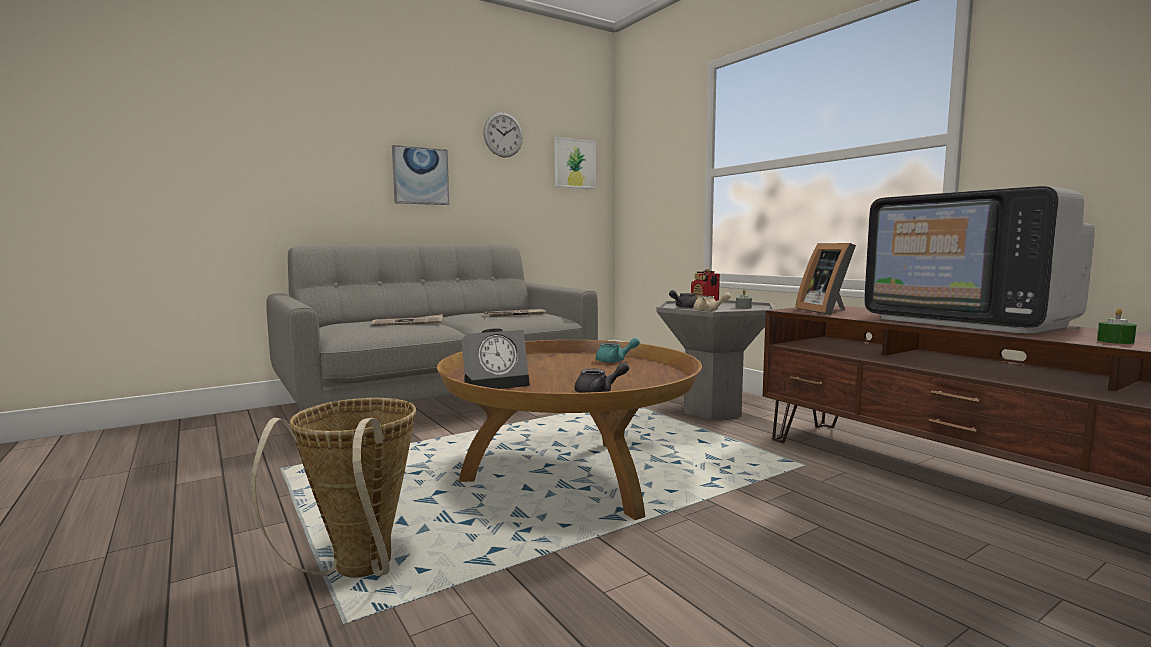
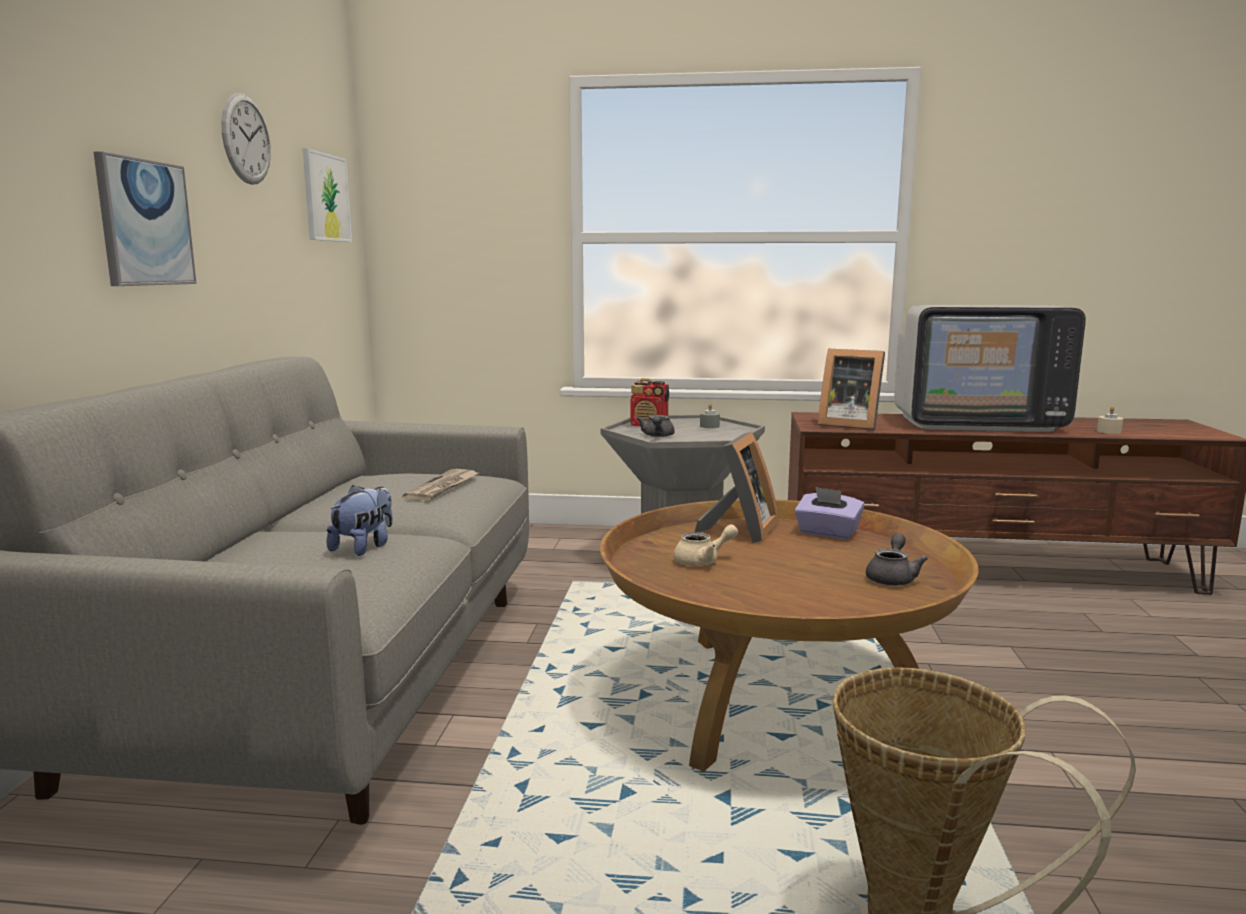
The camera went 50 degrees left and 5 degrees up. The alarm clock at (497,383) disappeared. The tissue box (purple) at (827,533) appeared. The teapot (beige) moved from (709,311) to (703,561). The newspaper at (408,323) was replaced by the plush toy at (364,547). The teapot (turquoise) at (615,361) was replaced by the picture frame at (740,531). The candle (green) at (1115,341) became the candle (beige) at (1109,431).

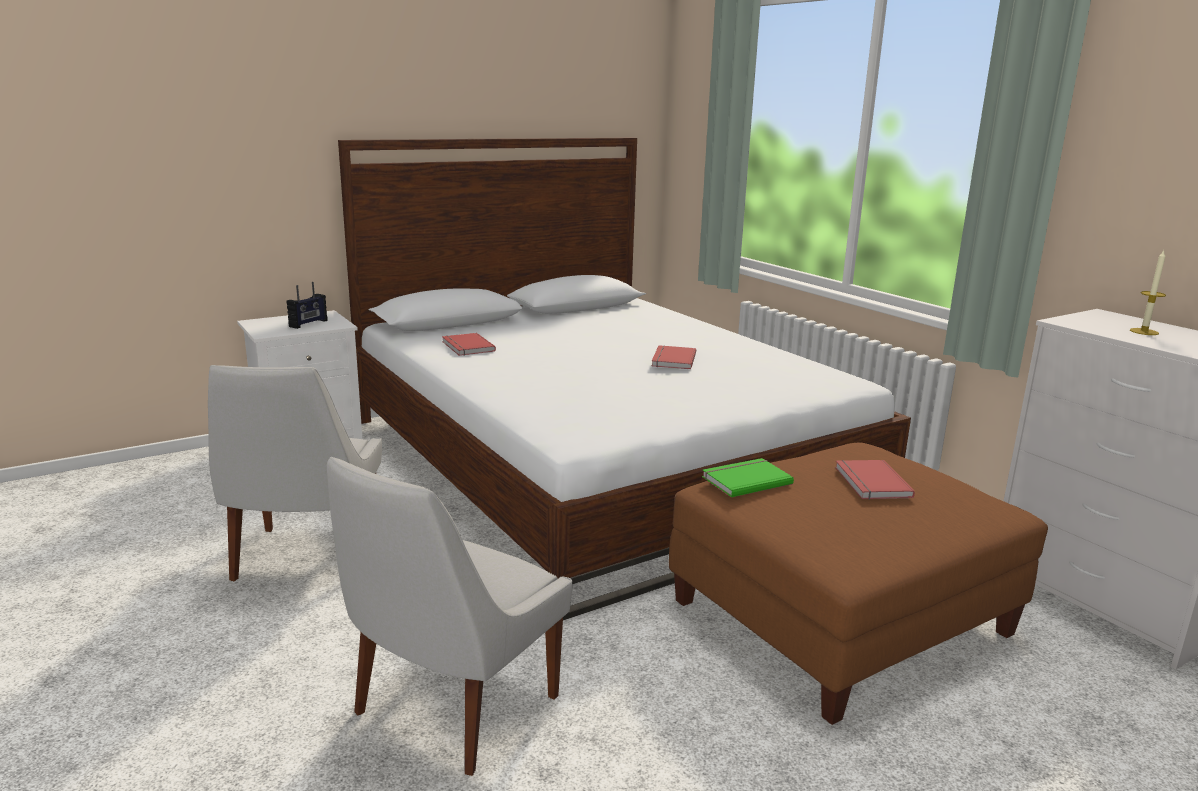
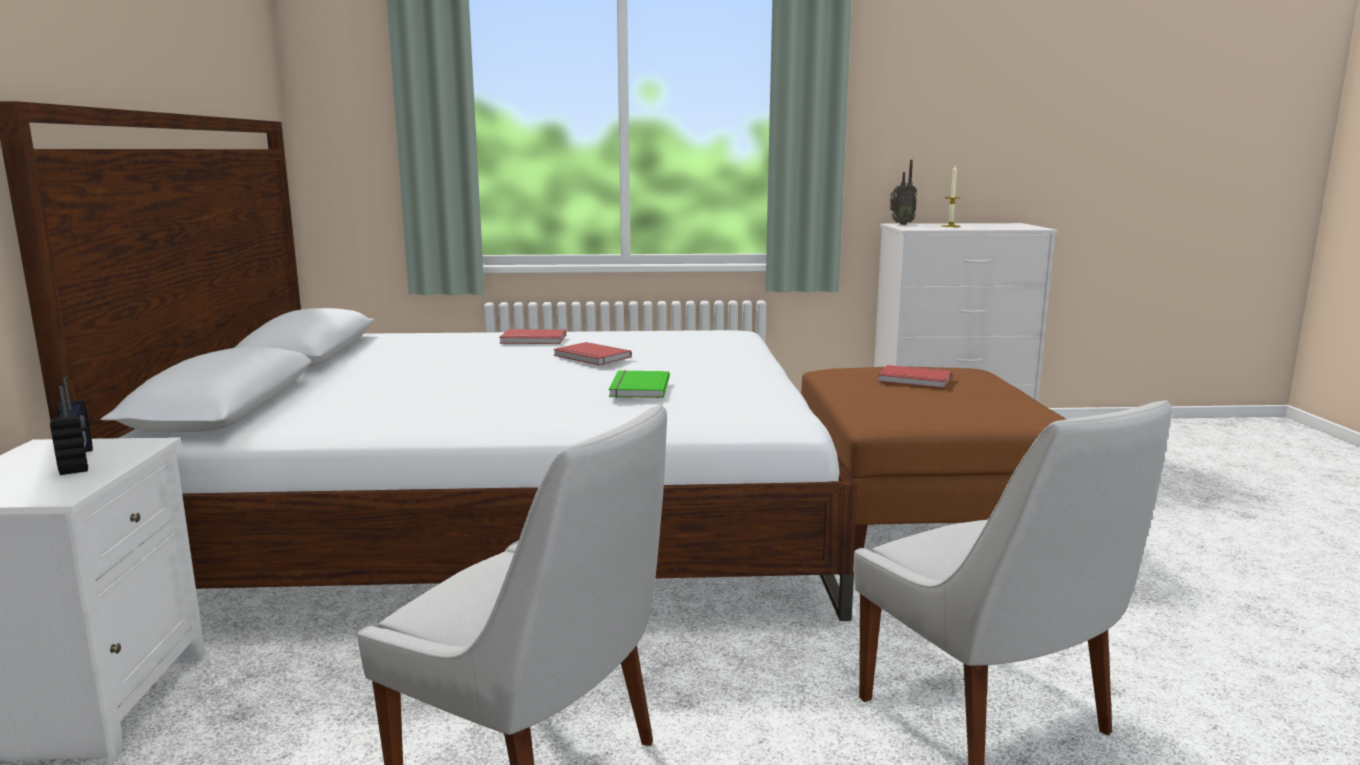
The camera went 60 degrees left and 5 degrees down. The radio at (900,224) appeared. The book (red) moved from (466,347) to (533,340). The book (green) moved from (745,480) to (637,388).

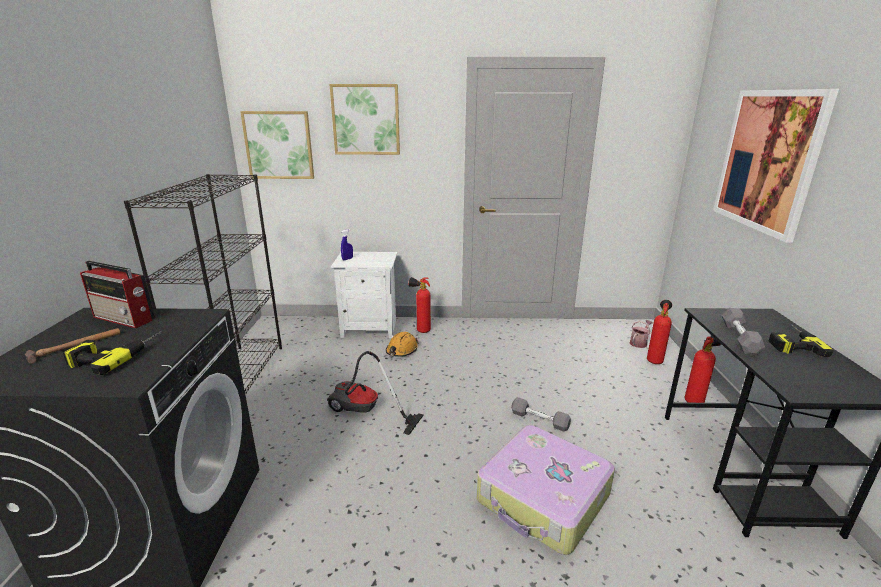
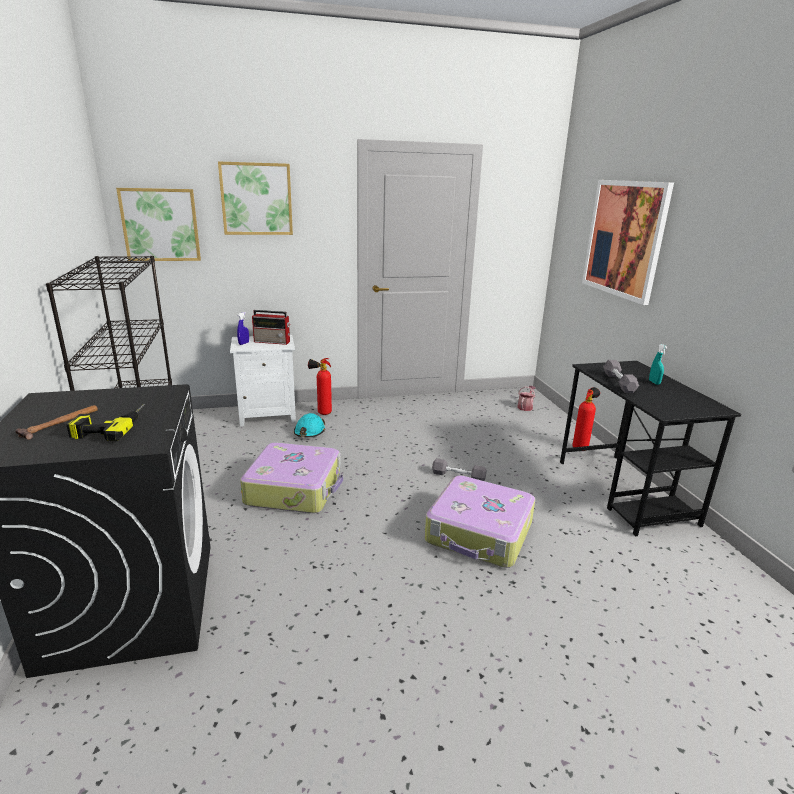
The camera went 15 degrees left and 0 degrees up. The fire extinguisher at (654,360) disappeared. The radio moved from (125,319) to (273,341). The vacuum cleaner at (365,413) was replaced by the suitcase at (295,489). The power drill at (790,342) was replaced by the spray bottle (turquoise) at (654,382). The hard hat (orange) at (401,350) became the hard hat (turquoise) at (309,432).

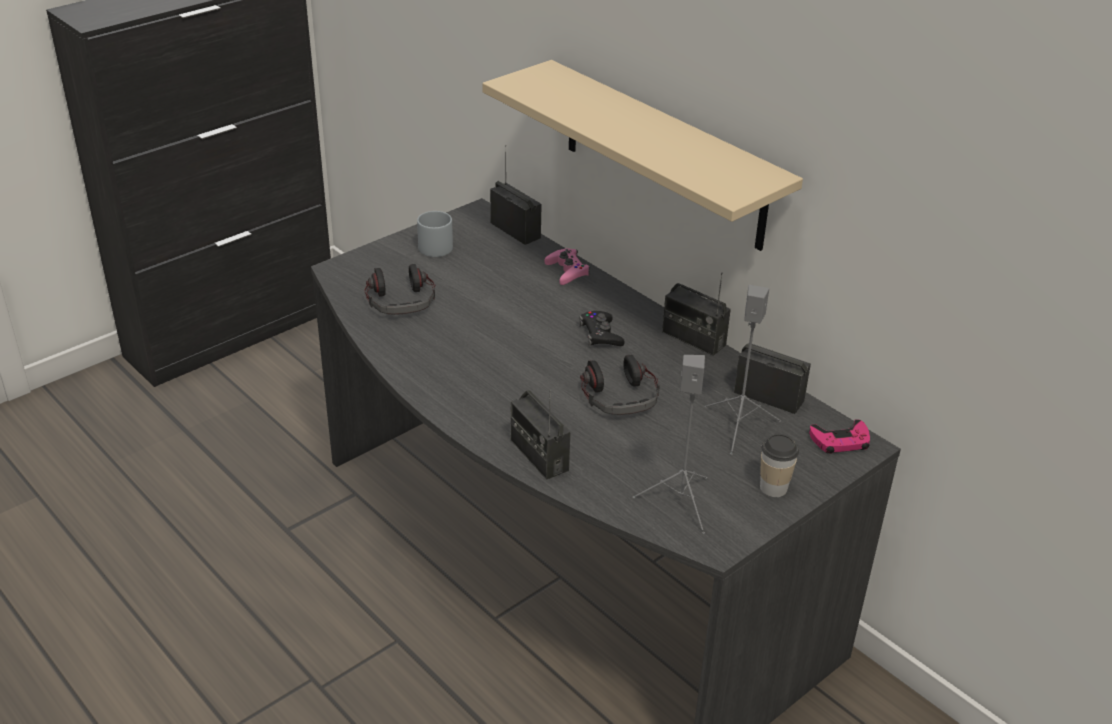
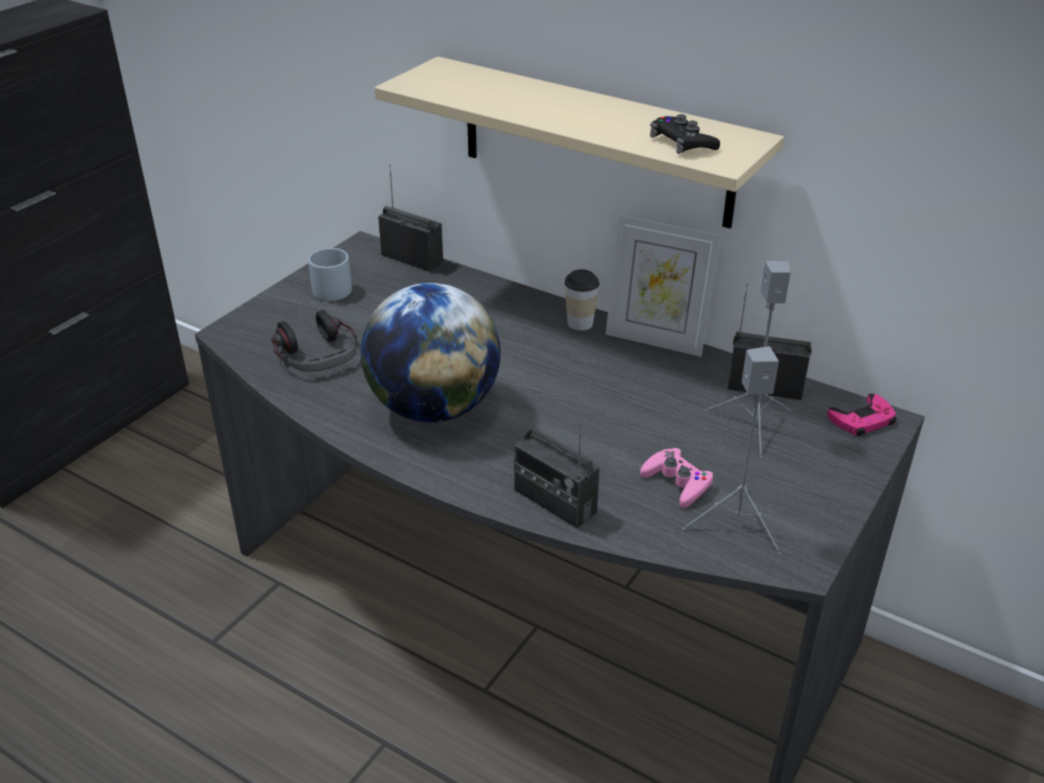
The camera went 15 degrees left and 0 degrees up. The headphones at (620,396) disappeared. The globe at (433,408) appeared. The game controller (pink) moved from (567,271) to (677,482). The game controller (black) moved from (600,334) to (682,143). The cup moved from (773,487) to (580,323). The radio at (693,339) was replaced by the picture frame at (655,340).

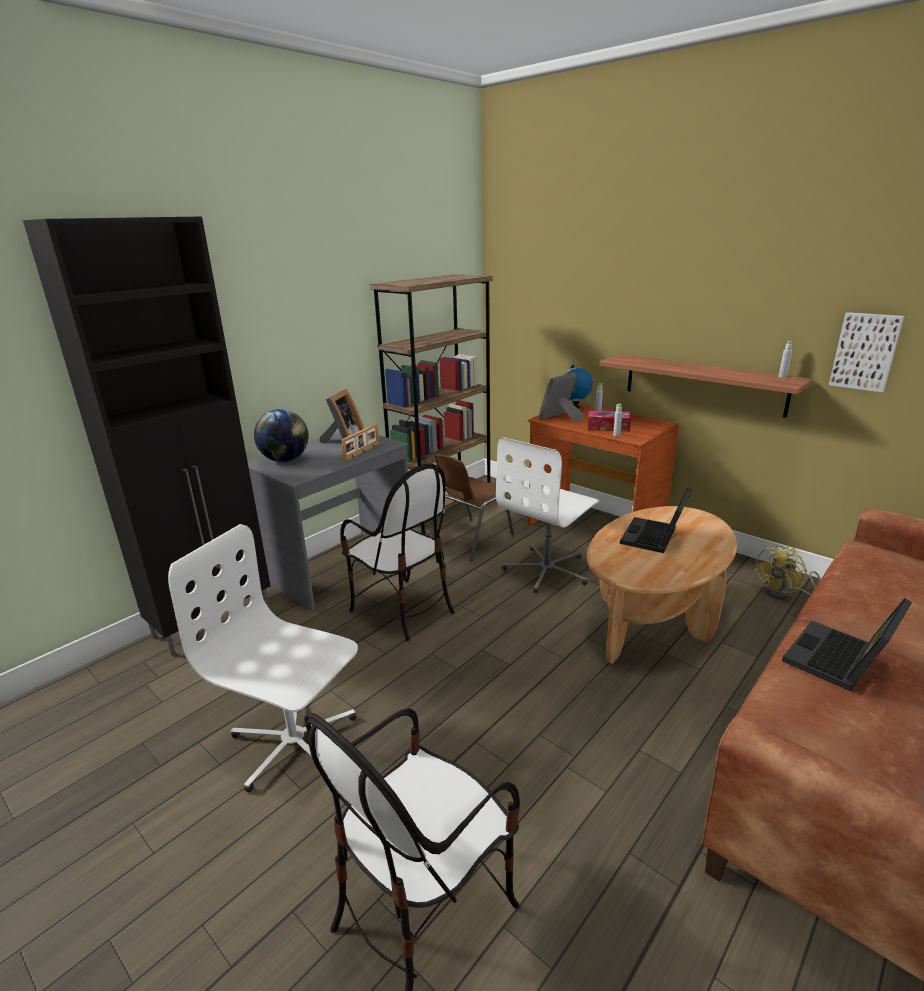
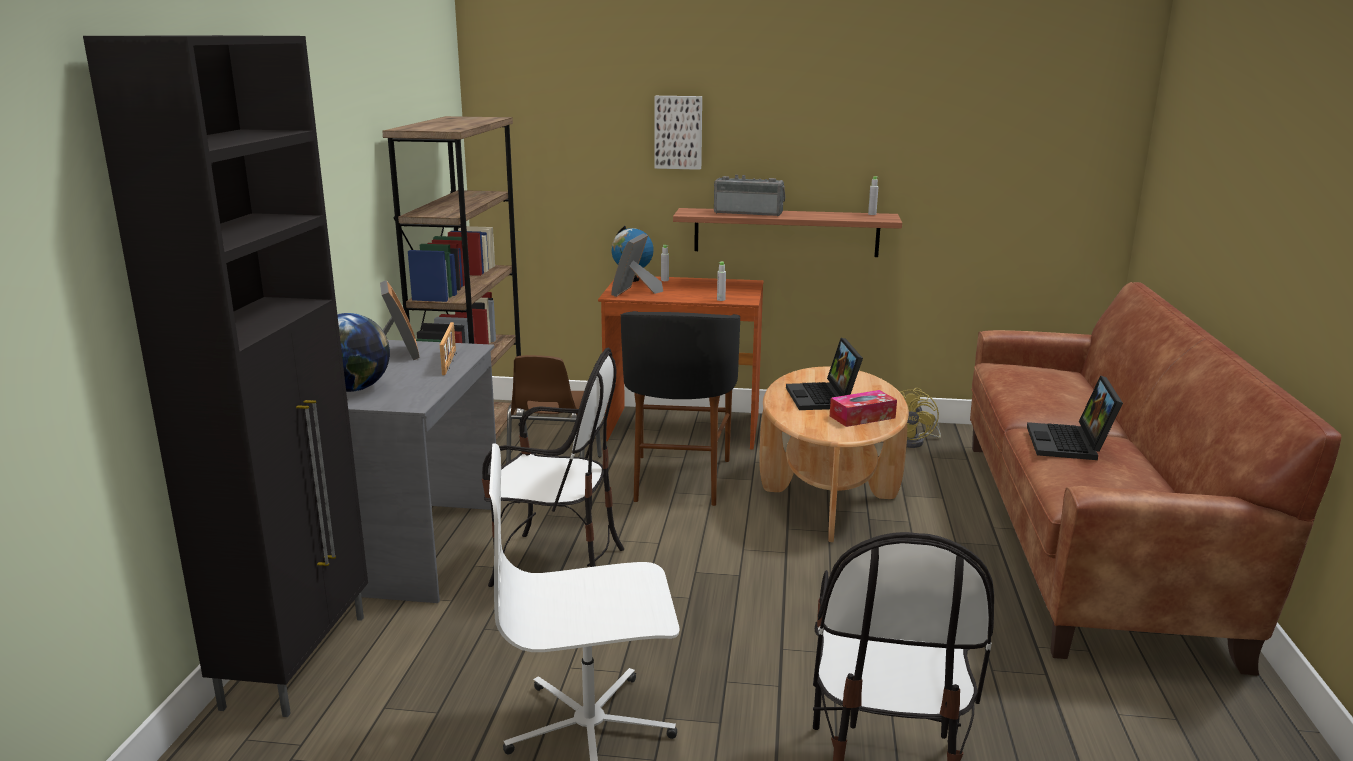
The camera went 35 degrees left and 5 degrees down. The radio at (749,212) appeared. The tissue box moved from (608,427) to (862,417). The picture moved from (865,351) to (678,132). The office chair (white) at (548,570) was replaced by the stool (black) at (679,480).

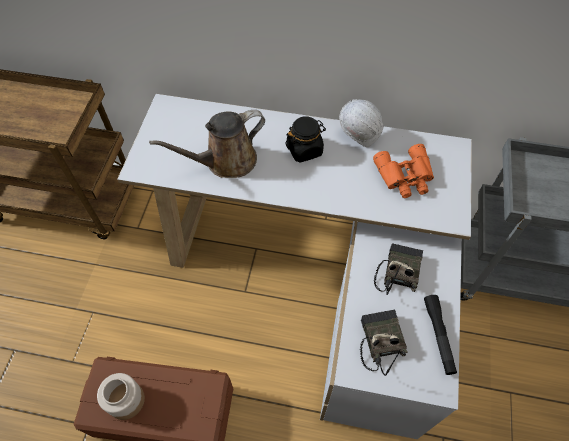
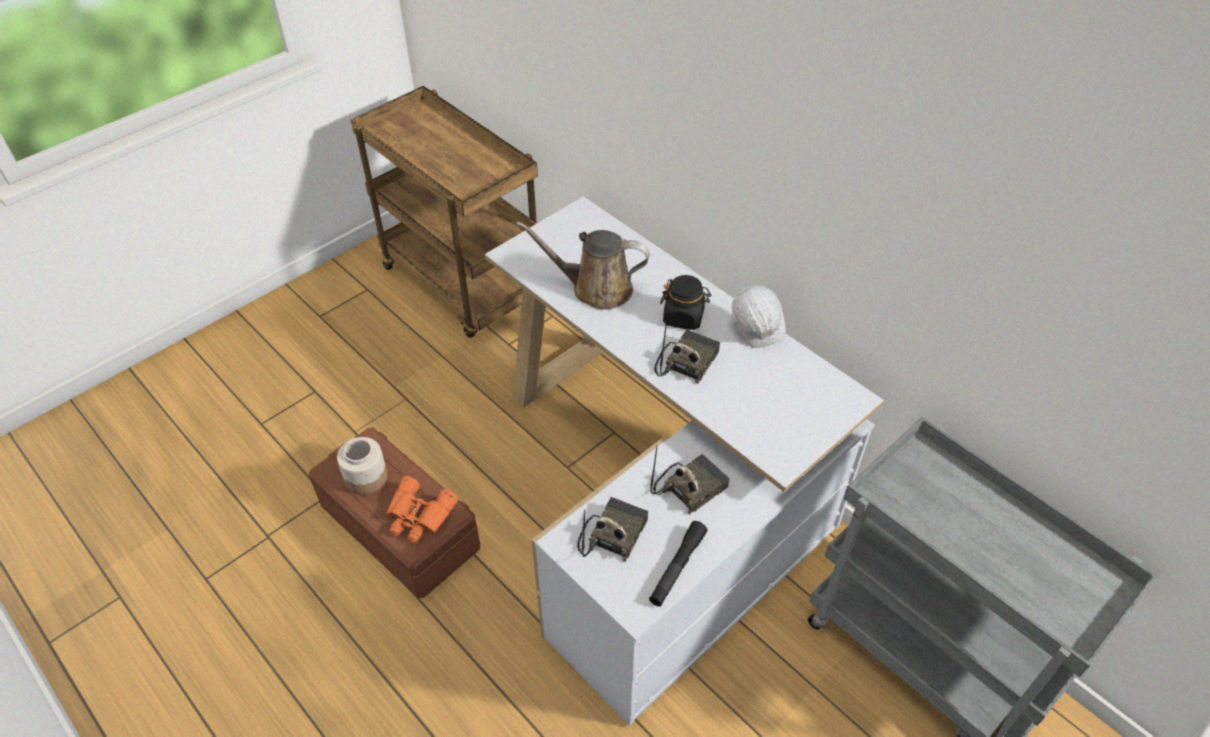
The camera went 35 degrees right and 10 degrees down. The radio at (686,362) appeared. The binoculars (orange) moved from (405,176) to (418,516).

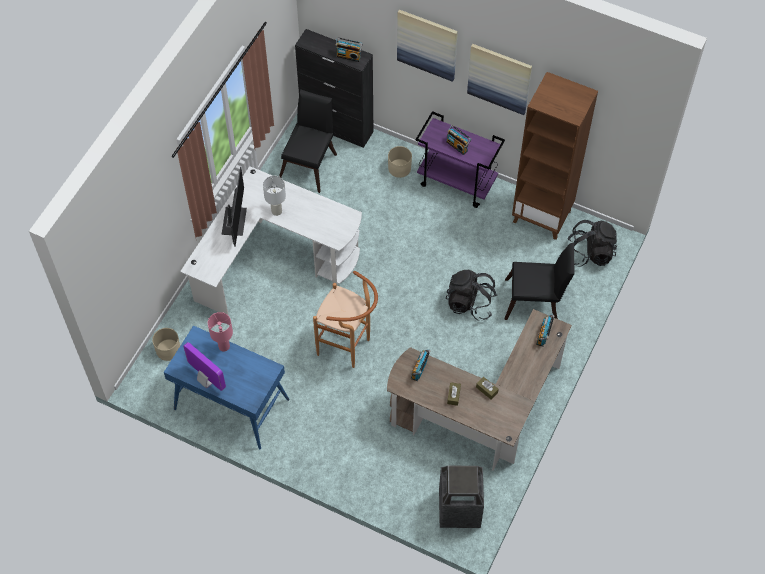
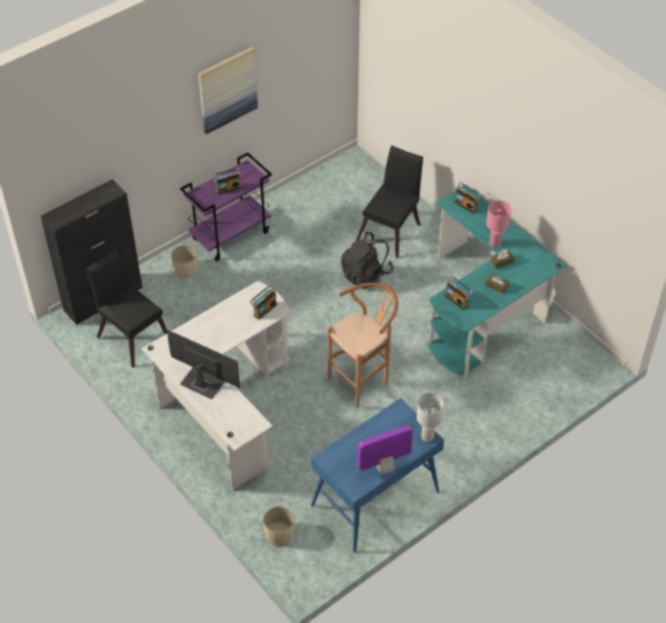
The camera went 65 degrees left and 10 degrees down. The picture at (427,44) disappeared. The trash can at (459,509) disappeared. The bookcase (brown) at (542,216) disappeared. The backpack (black) at (590,253) disappeared. The table lamp (pink) moved from (223,346) to (494,244). The table lamp (white) moved from (277,211) to (427,436). The radio moved from (349,55) to (264,309). The desk (brown) at (480,414) became the desk (turquoise) at (485,310).

